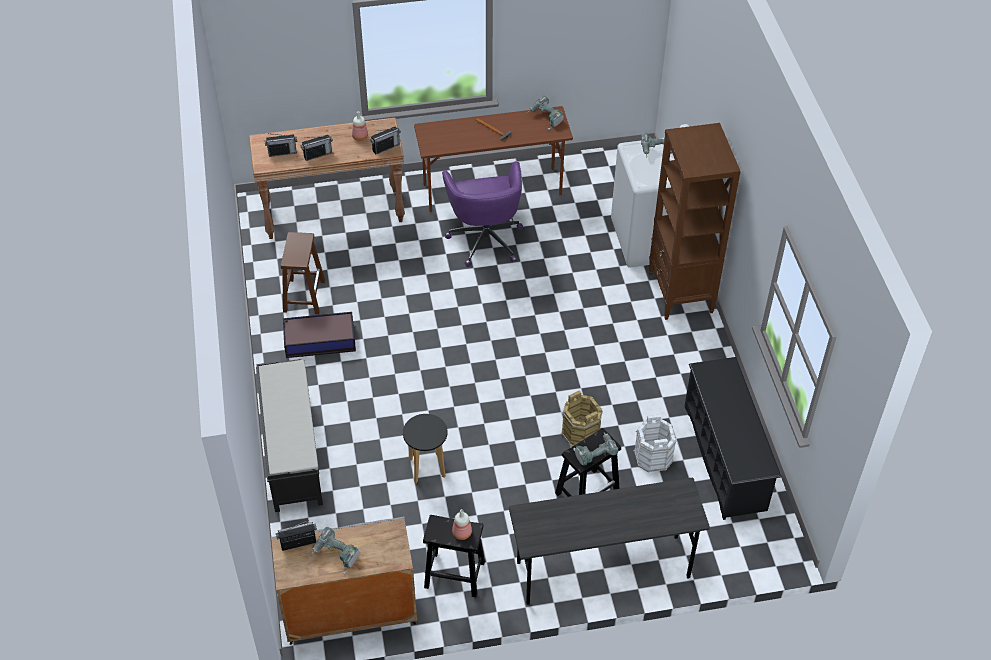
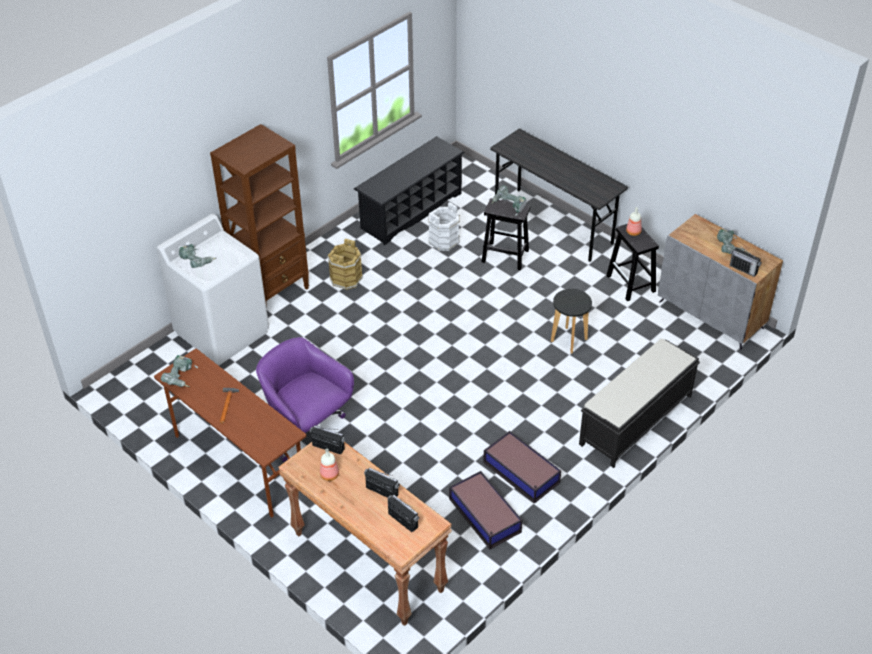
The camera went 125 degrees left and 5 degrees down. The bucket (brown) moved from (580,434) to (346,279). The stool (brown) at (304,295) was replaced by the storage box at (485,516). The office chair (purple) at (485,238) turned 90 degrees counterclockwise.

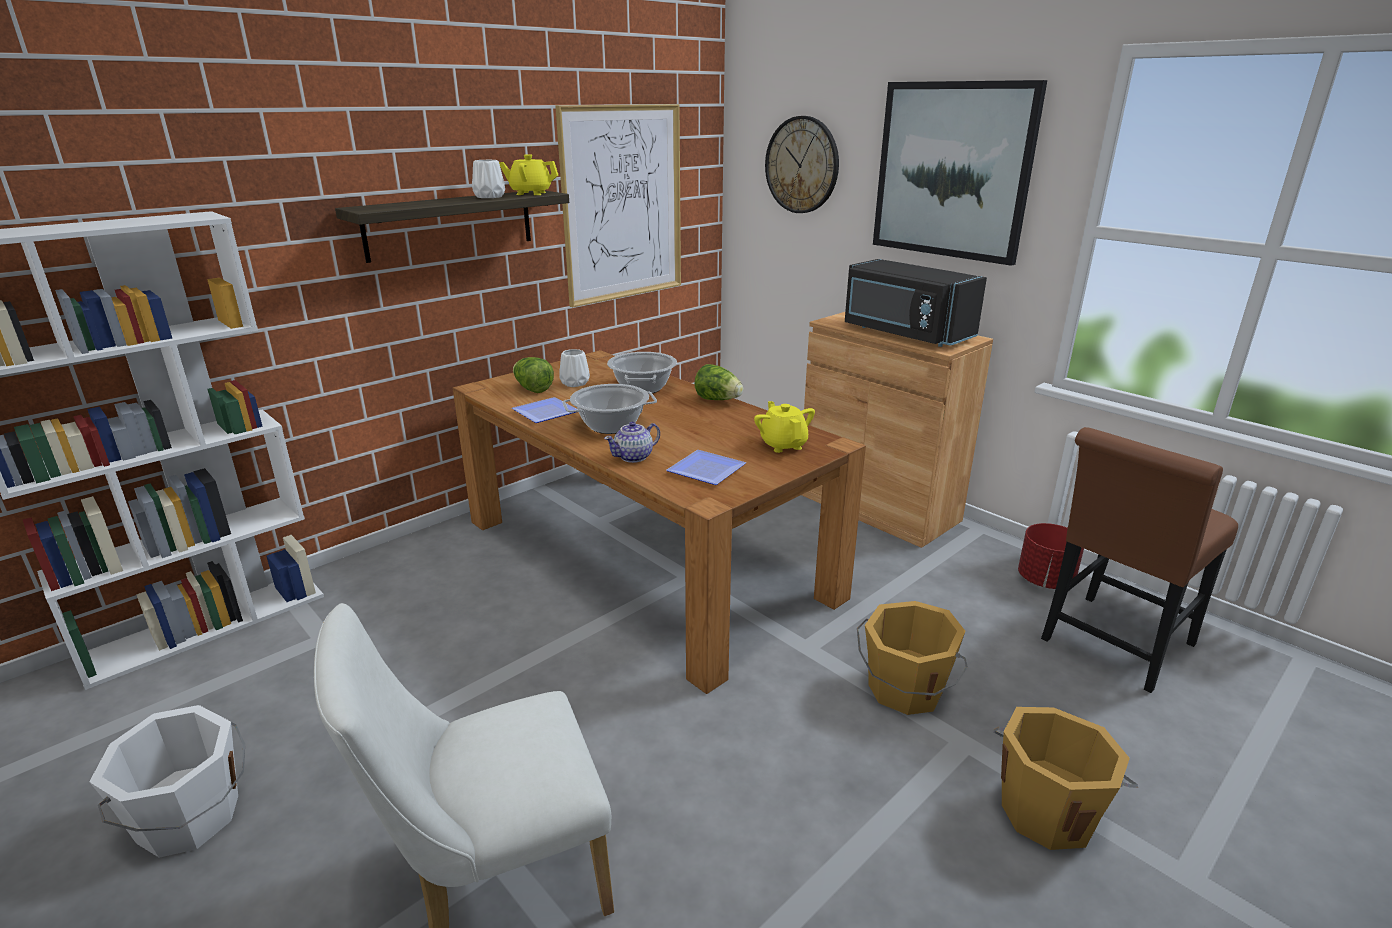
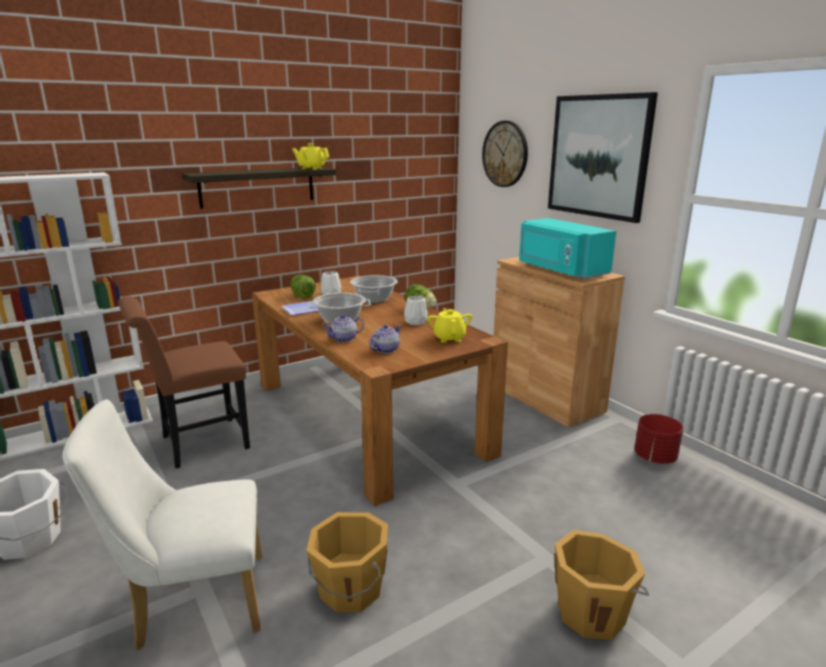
The camera went 10 degrees right and 5 degrees down. The picture at (623,204) disappeared. The vase (white) moved from (488,197) to (415,322). The bucket (orange) moved from (905,690) to (350,589). The chair (brown) moved from (1112,646) to (198,444). The plate at (703,470) was replaced by the teapot at (385,350). The microwave (black) at (904,333) became the microwave (turquoise) at (560,270).

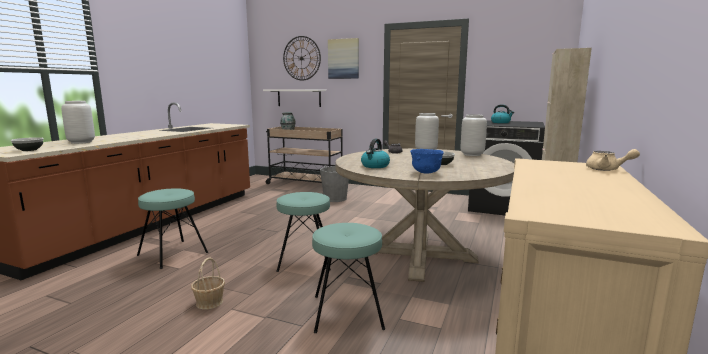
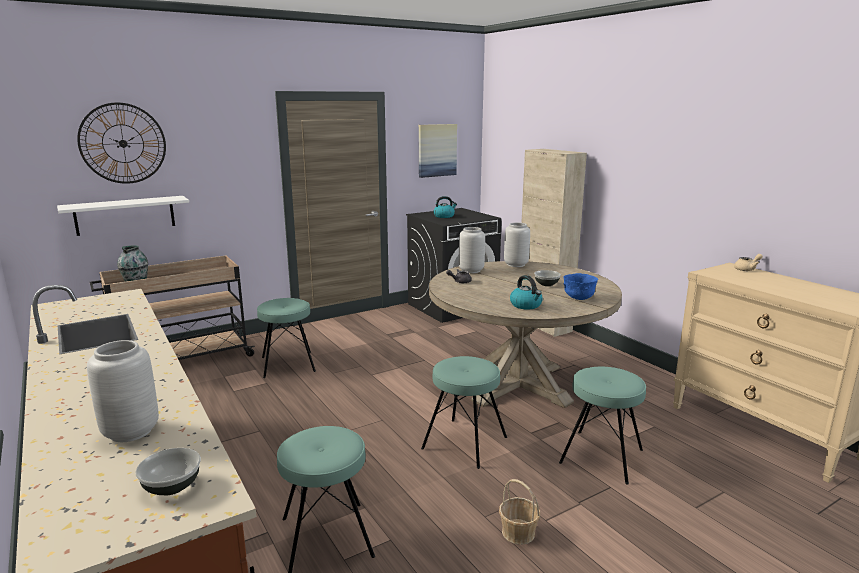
The camera went 55 degrees left and 5 degrees up. The picture moved from (343,59) to (437,150). The bucket (grey) at (335,199) was replaced by the stool (turquoise) at (288,364).

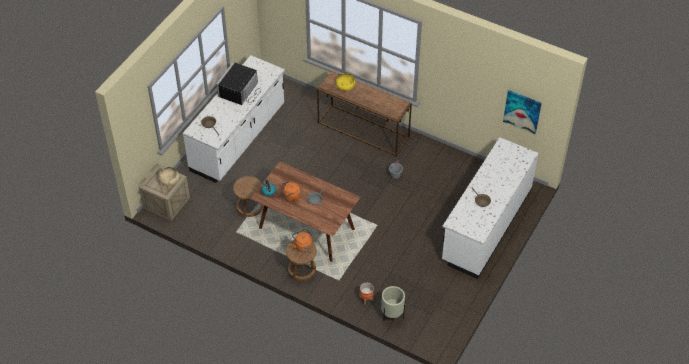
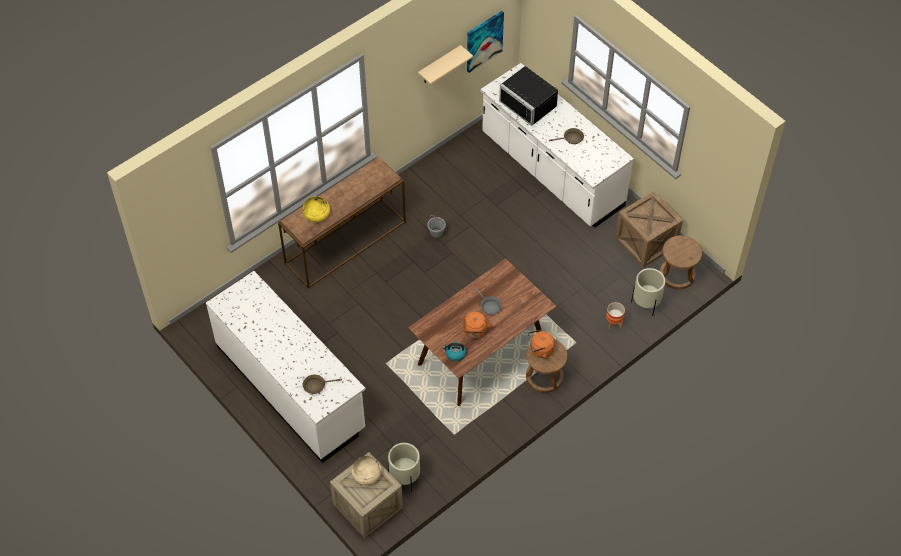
The camera went 70 degrees left and 5 degrees up. The planter (beige) at (405,478) appeared. The shelf (beige) at (439,65) appeared. The crate at (646,242) appeared. The microwave (black) moved from (240,91) to (530,103). The stool (brown) moved from (249,206) to (677,275).

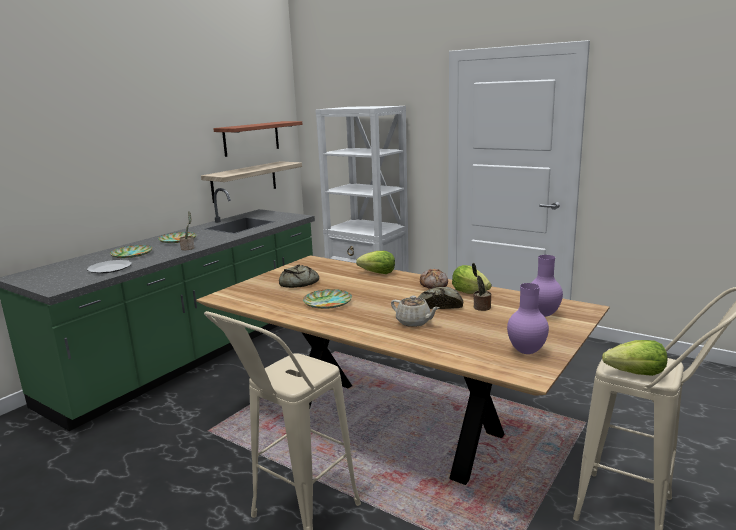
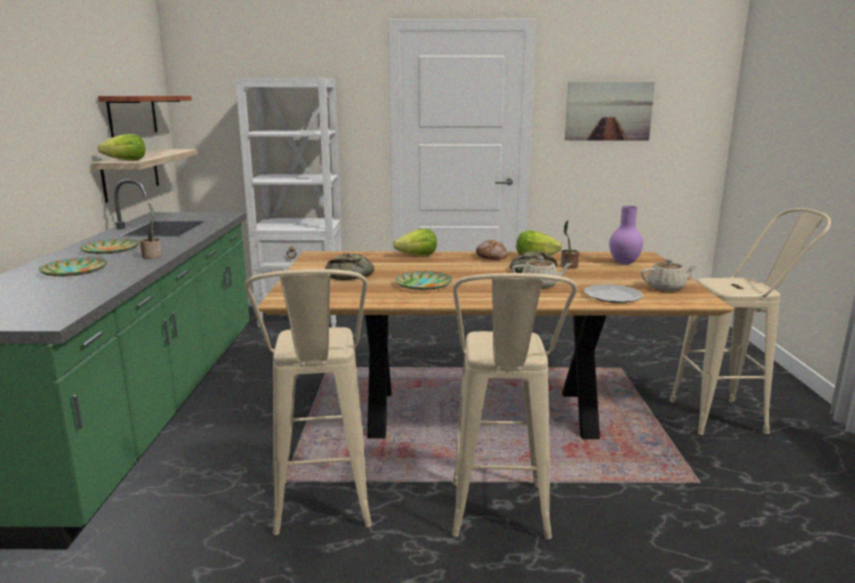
The camera went 35 degrees left and 0 degrees up. The stool (beige) at (323,515) appeared. The picture at (608,111) appeared. The plate moved from (110,268) to (613,296). The lettuce moved from (636,374) to (126,161). The vase (purple) at (525,352) was replaced by the teapot (beige) at (667,288).

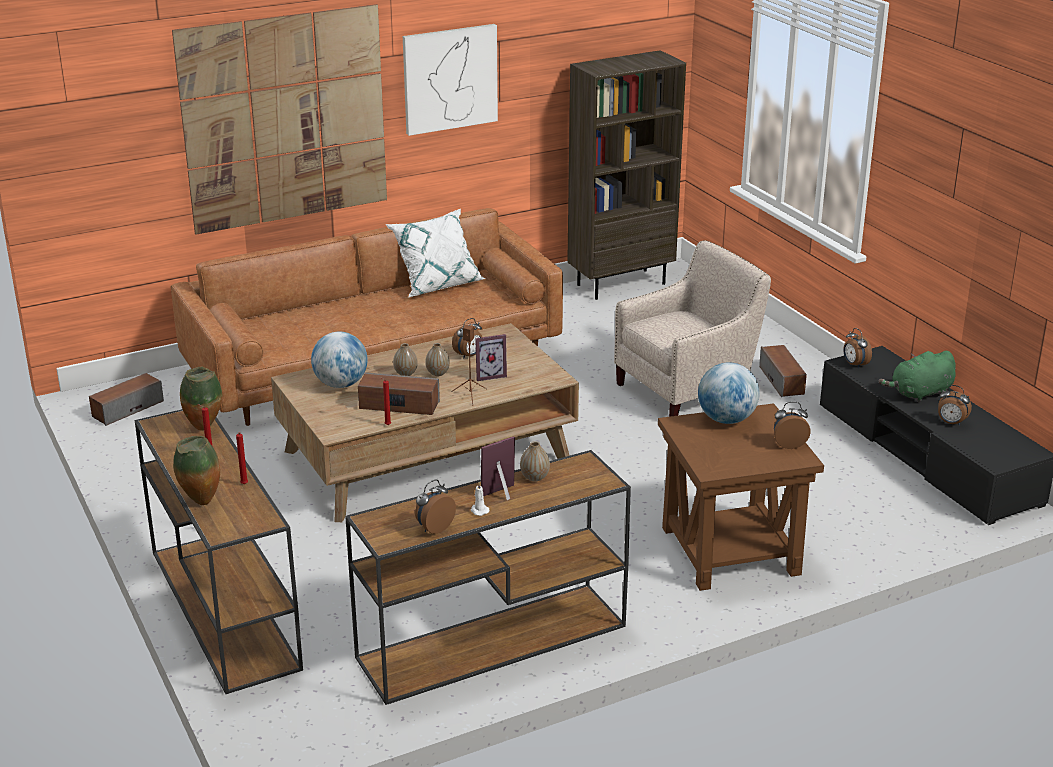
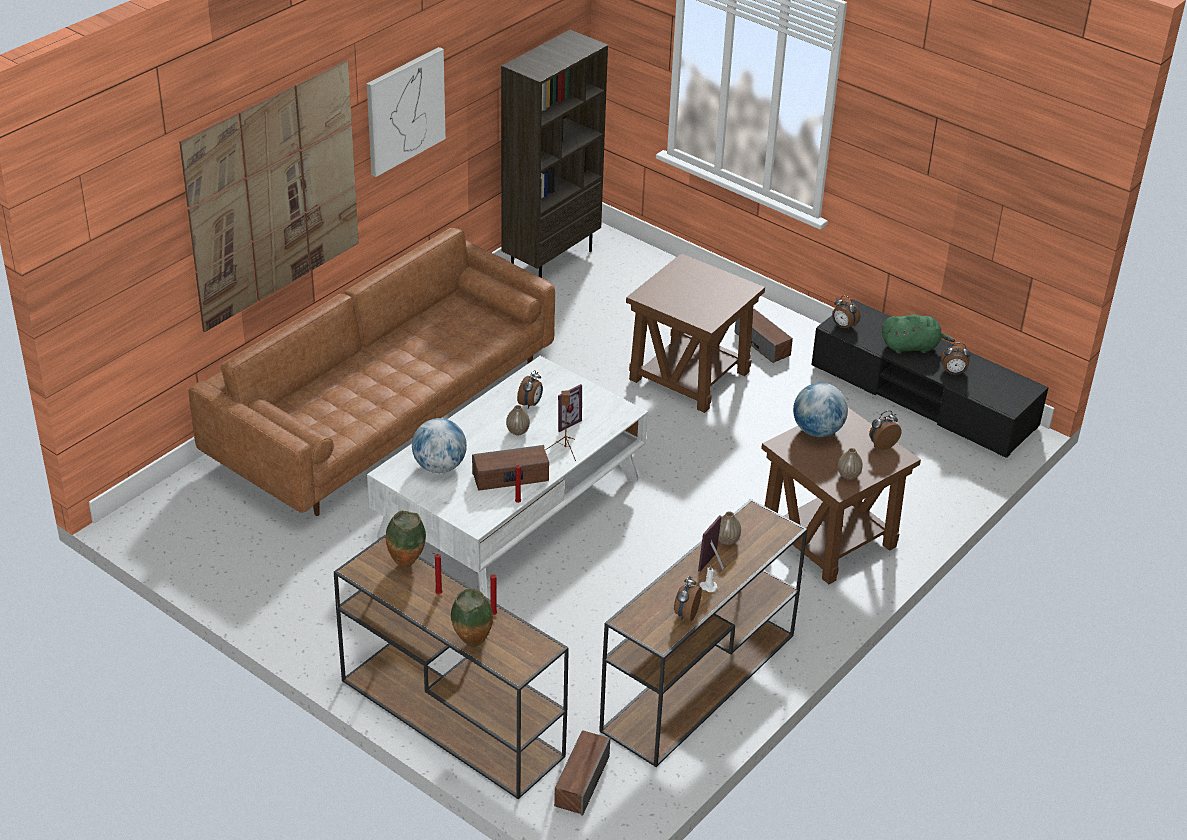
The camera went 25 degrees left and 10 degrees up. The pillow (white) at (437,284) disappeared. The speaker moved from (127,409) to (581,781). The vase moved from (405,373) to (848,475). The armchair (beige) at (687,391) was replaced by the side table (brown) at (690,375). The coffee table (brown) at (428,455) became the coffee table (white) at (511,505). The plush toy (green) at (919,394) turned 135 degrees counterclockwise.

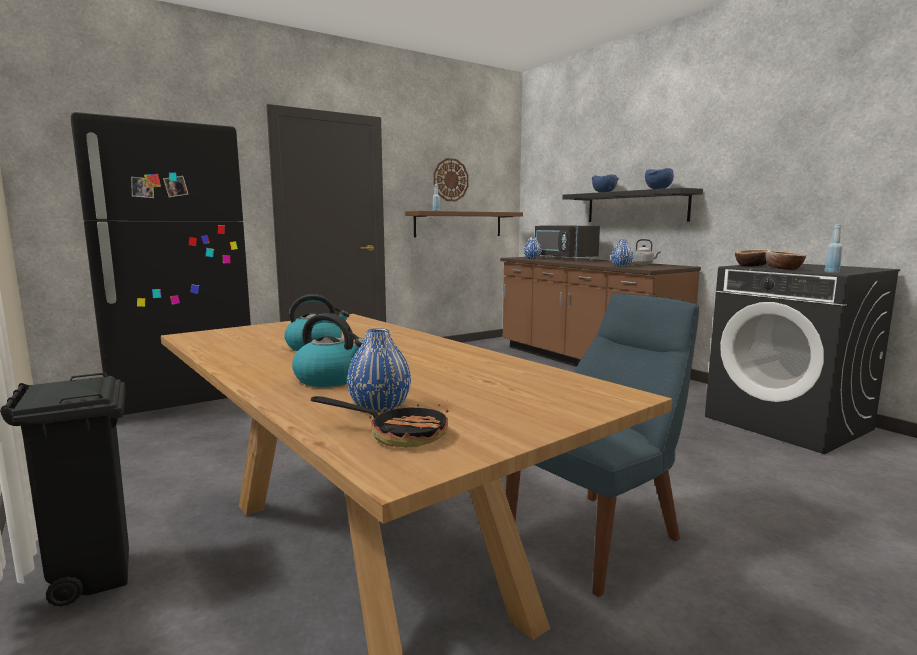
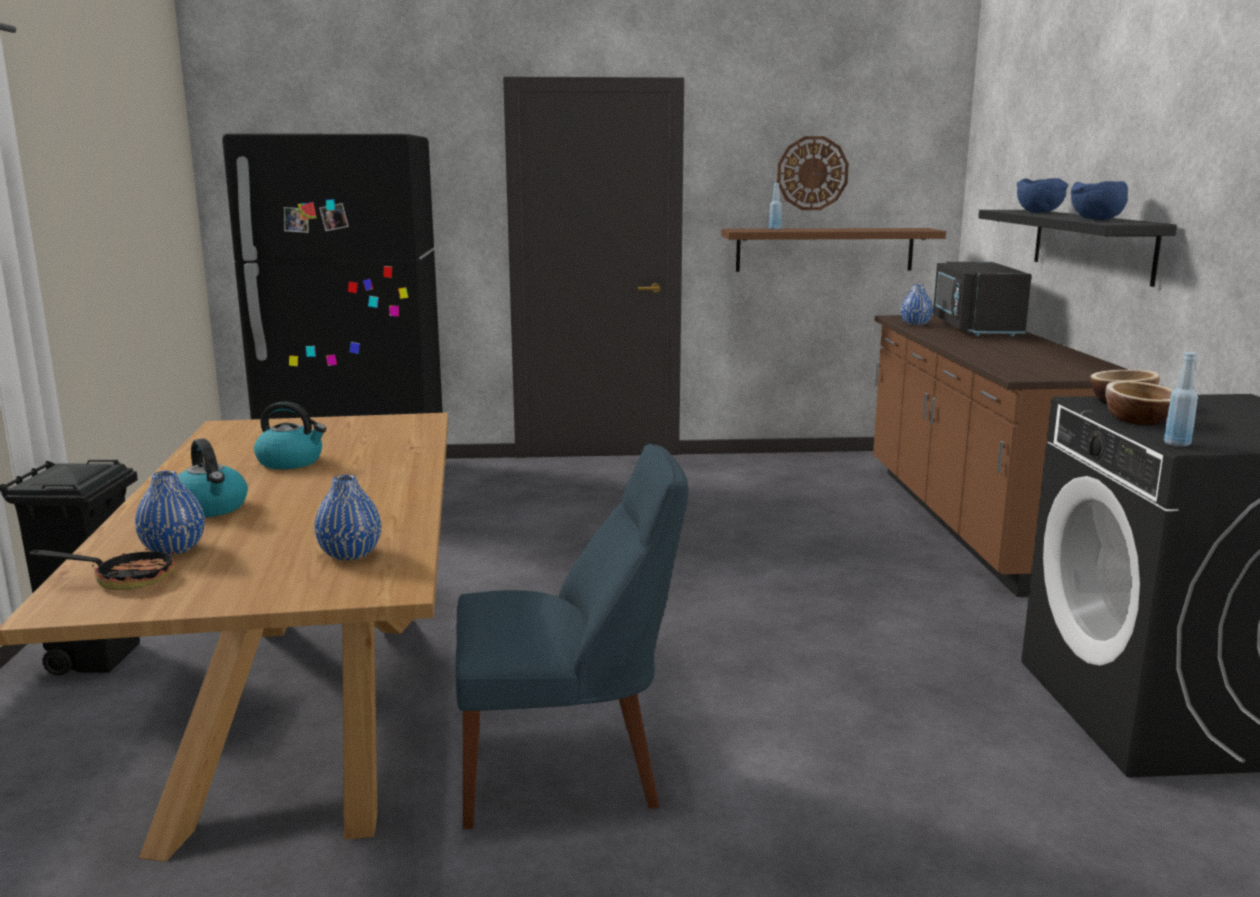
The camera went 30 degrees right and 5 degrees up. The kettle (grey) at (644,264) disappeared. The vase (blue) moved from (621,266) to (350,554). The frying pan at (397,434) turned 45 degrees counterclockwise.

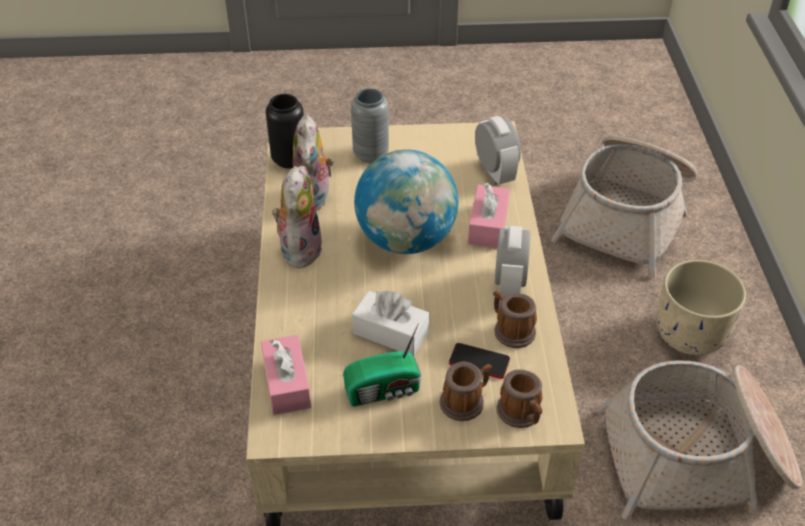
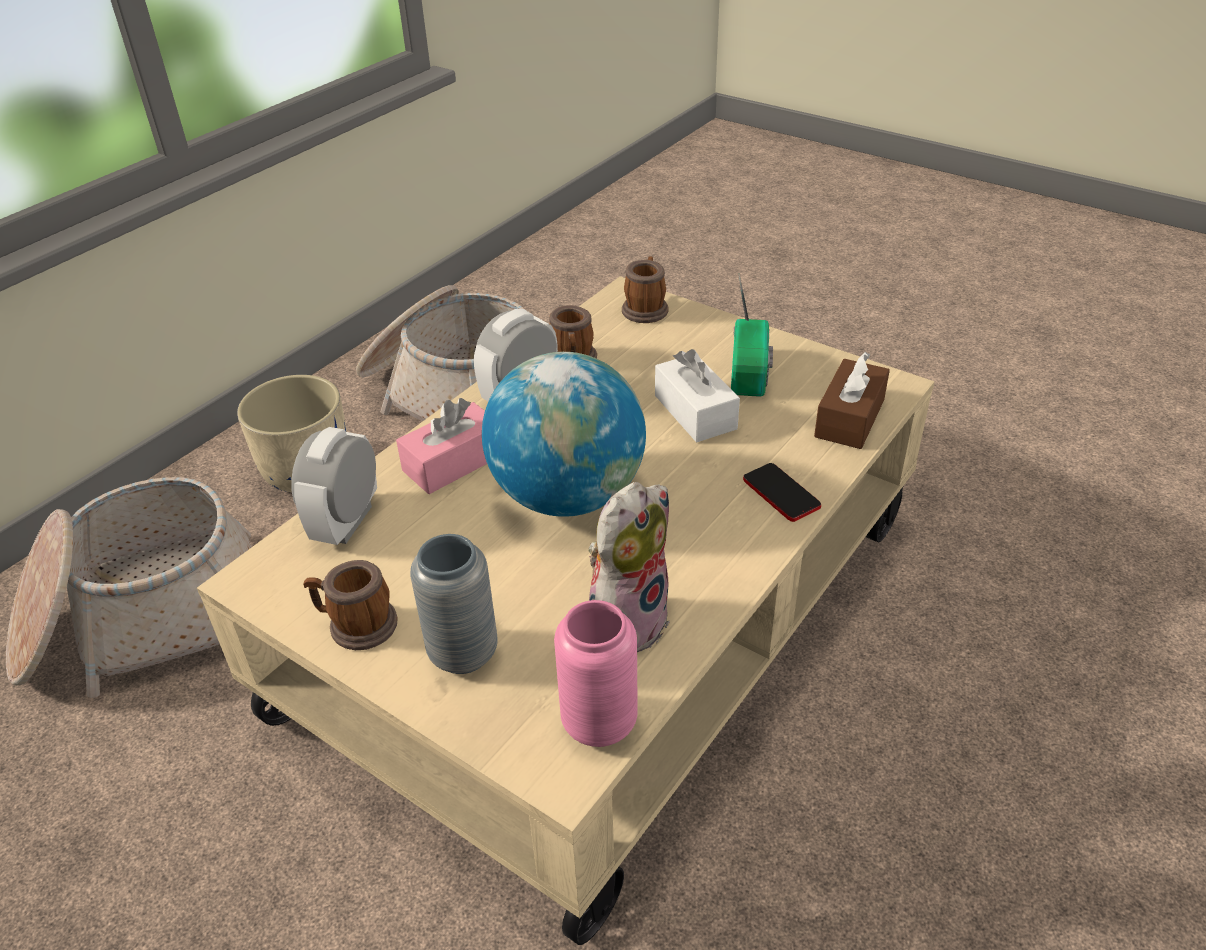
The camera went 140 degrees left and 5 degrees down. The plush toy at (299,248) disappeared. The mug moved from (466,401) to (356,625). The phone moved from (479,361) to (781,493). The tissue box (pink) at (287,383) became the tissue box (brown) at (849,418). The vase (black) at (289,160) became the vase (pink) at (599,723). The radio at (385,390) turned 75 degrees clockwise.

